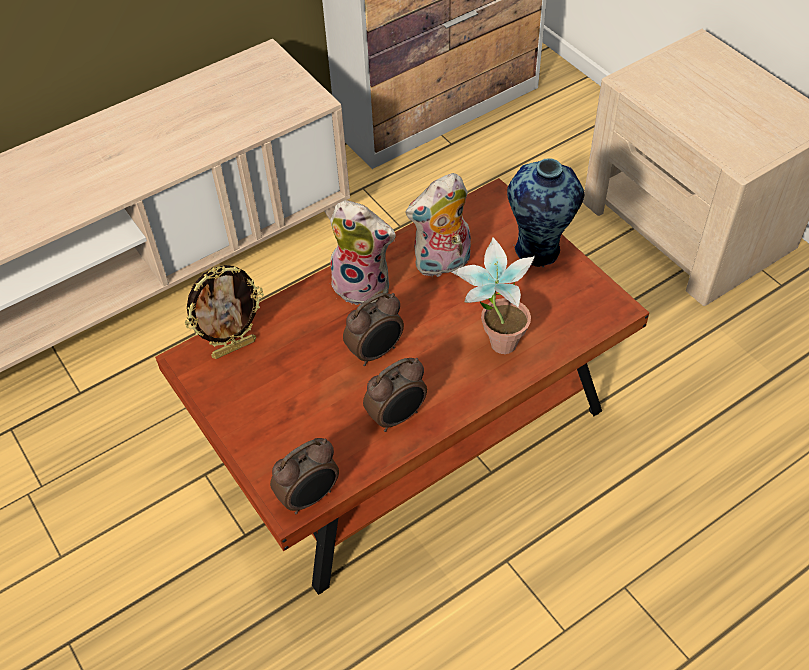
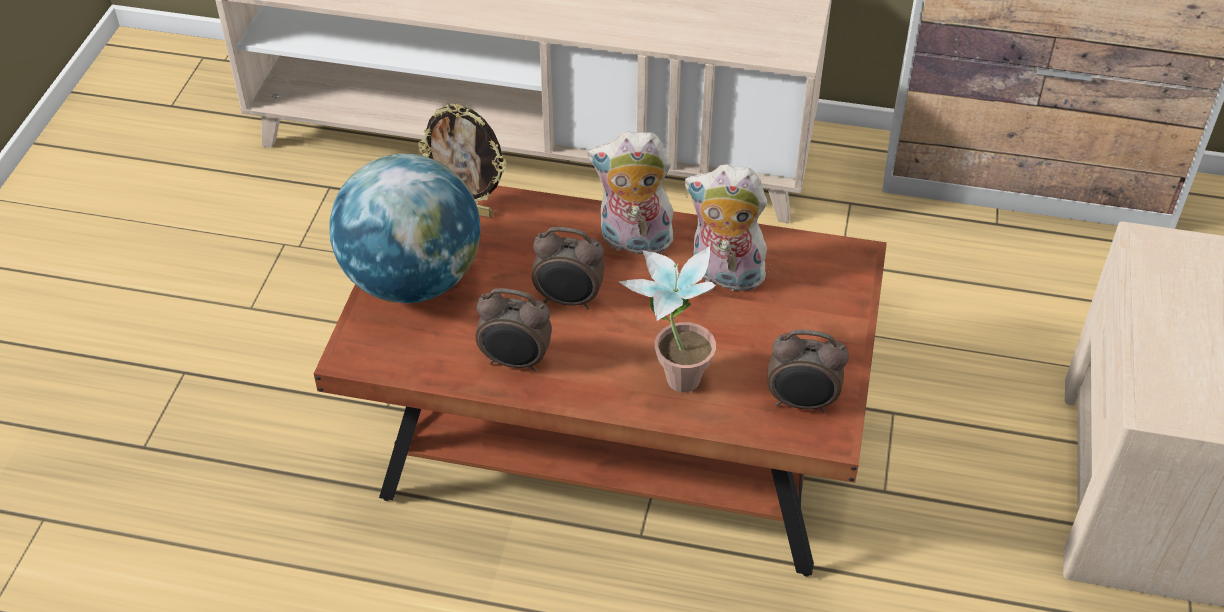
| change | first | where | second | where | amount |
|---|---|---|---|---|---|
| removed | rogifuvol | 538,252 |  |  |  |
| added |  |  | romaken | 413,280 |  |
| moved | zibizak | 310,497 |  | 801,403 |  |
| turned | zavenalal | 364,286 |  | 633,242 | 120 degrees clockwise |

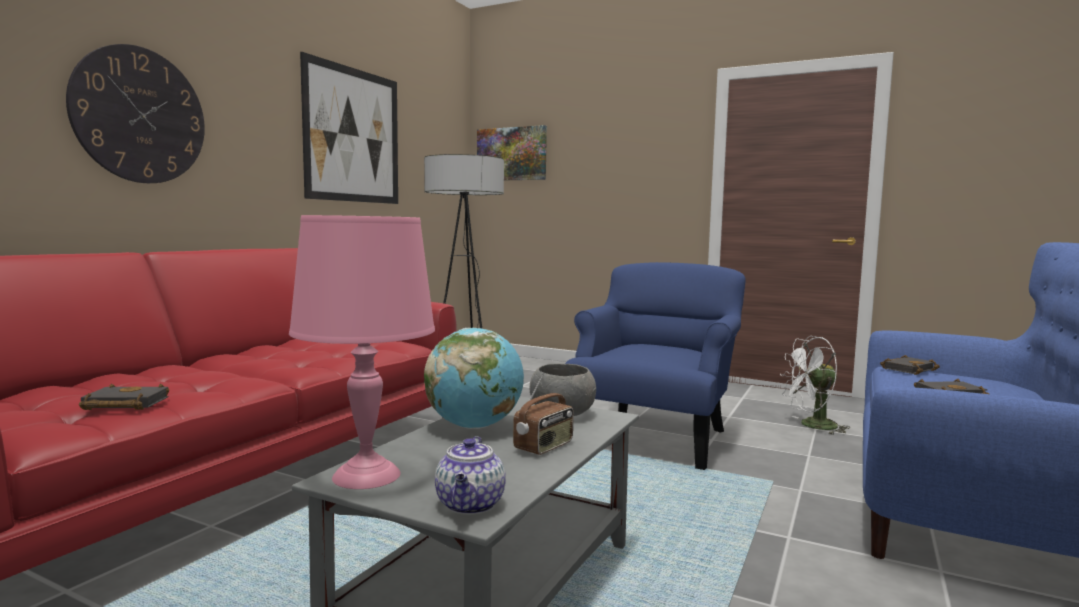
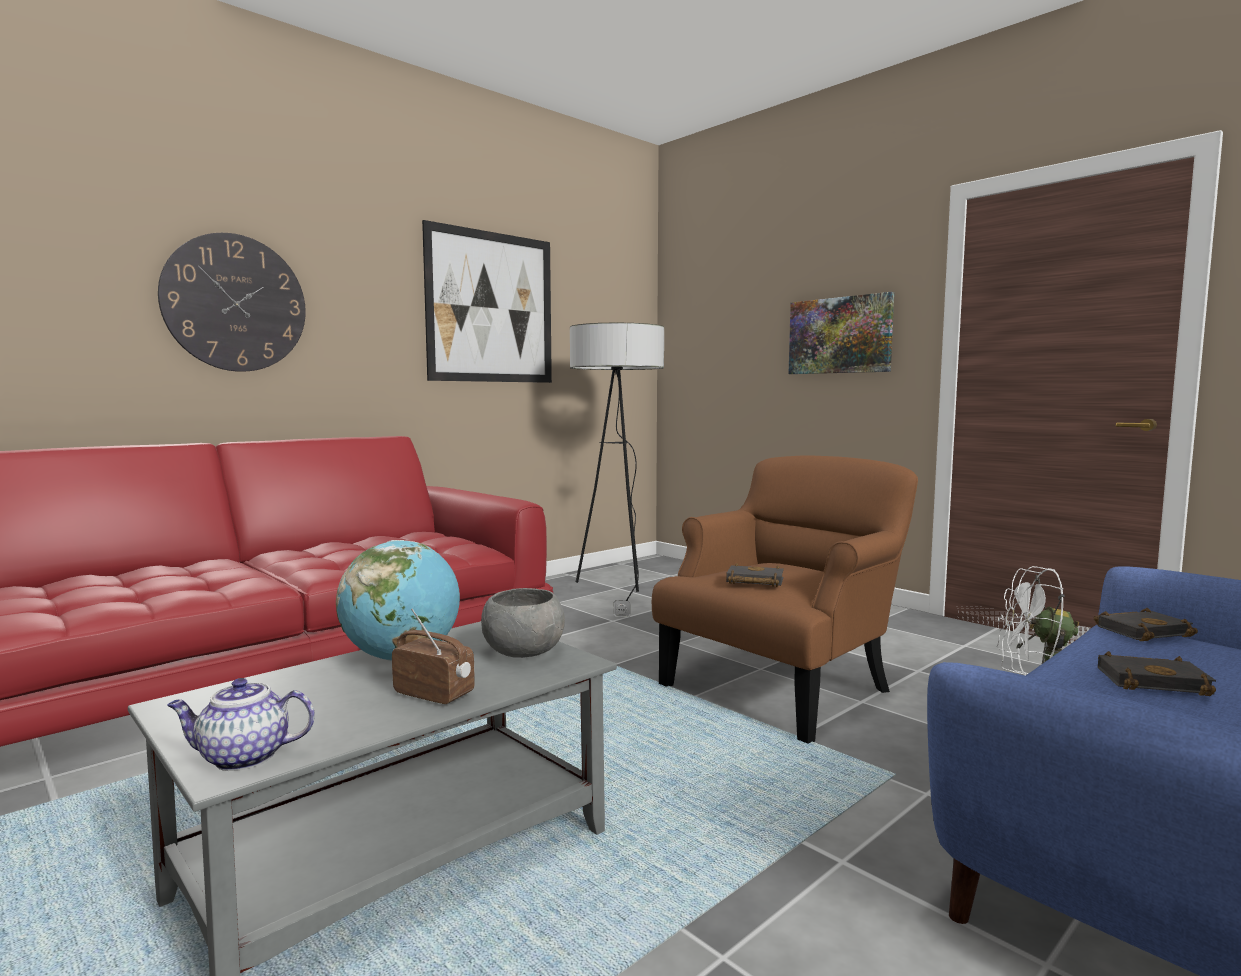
| change | first | where | second | where | amount |
|---|---|---|---|---|---|
| removed | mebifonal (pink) | 365,476 |  |  |  |
| moved | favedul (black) | 122,404 |  | 753,581 |  |
| moved | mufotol | 511,154 |  | 840,335 |  |
| recoloured | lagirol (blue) | 653,436 | lagirol (brown) | 782,687 |  |
| turned | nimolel | 470,505 |  | 242,758 | 60 degrees clockwise |
| turned | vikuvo | 544,447 |  | 435,694 | 120 degrees counterclockwise |

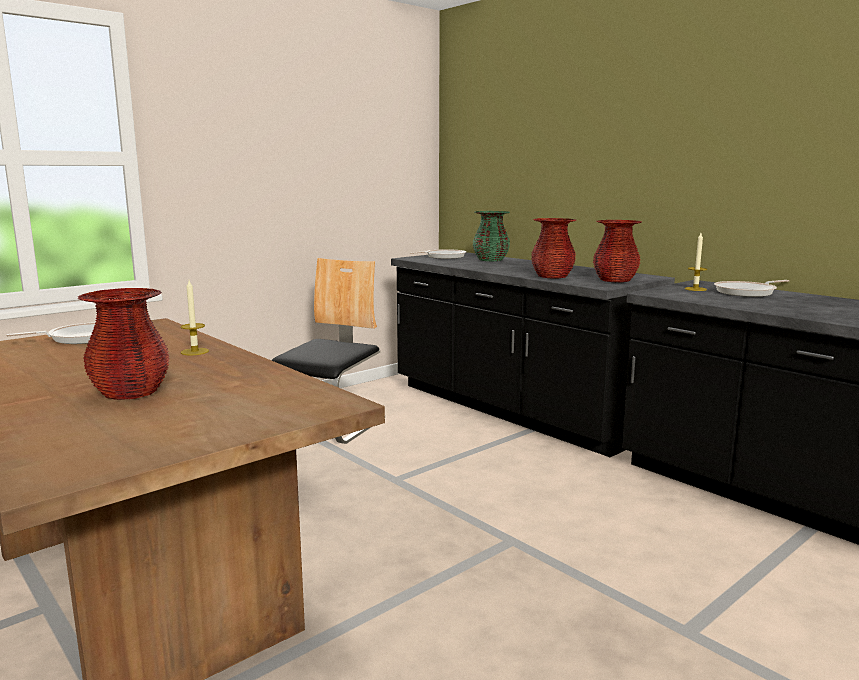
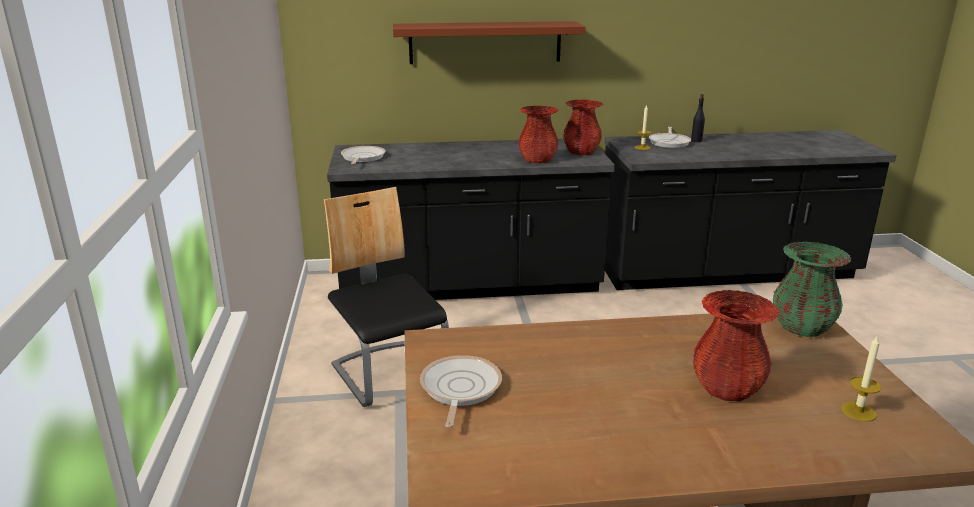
| change | first | where | second | where | amount |
|---|---|---|---|---|---|
| added |  |  | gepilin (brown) | 485,42 |  |
| added |  |  | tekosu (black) | 696,140 |  |
| moved | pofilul | 195,351 |  | 858,411 |  |
| moved | rogifuvol (green) | 491,260 |  | 801,327 |  |

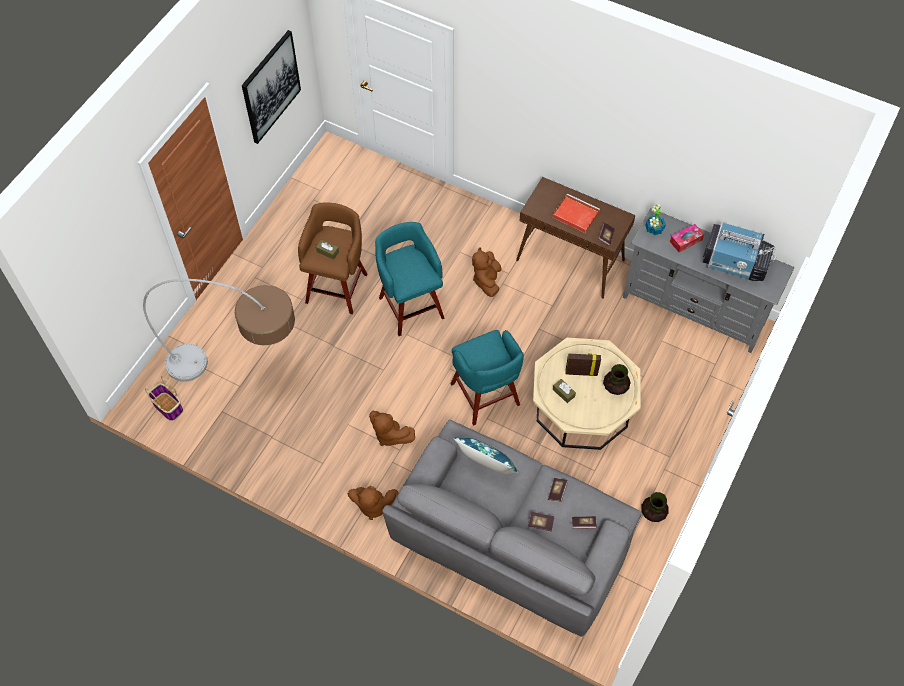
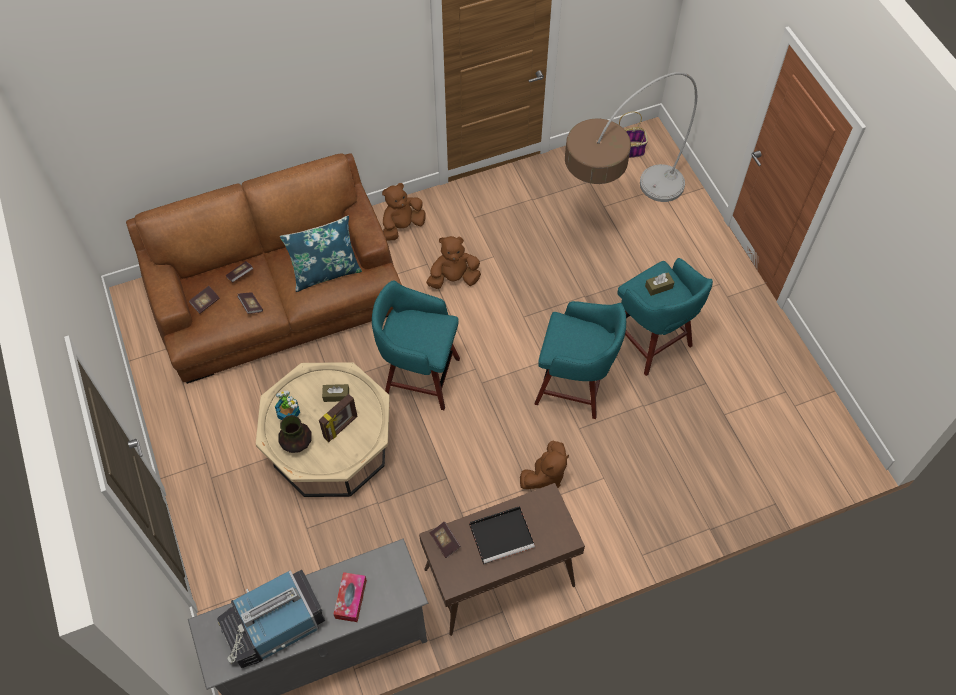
| change | first | where | second | where | amount |
|---|---|---|---|---|---|
| removed | mufotol | 270,87 |  |  |  |
| removed | rogifuvol | 653,513 |  |  |  |
| moved | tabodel | 654,229 |  | 288,412 |  |
| recoloured | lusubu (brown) | 337,286 | lusubu (turquoise) | 651,341 |  |
| recoloured | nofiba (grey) | 510,539 | nofiba (brown) | 277,296 |  |
| recoloured | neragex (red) | 574,214 | neragex (black) | 502,535 |  |
| turned | zavenalal (brown) | 487,281 |  | 545,475 | 90 degrees clockwise |

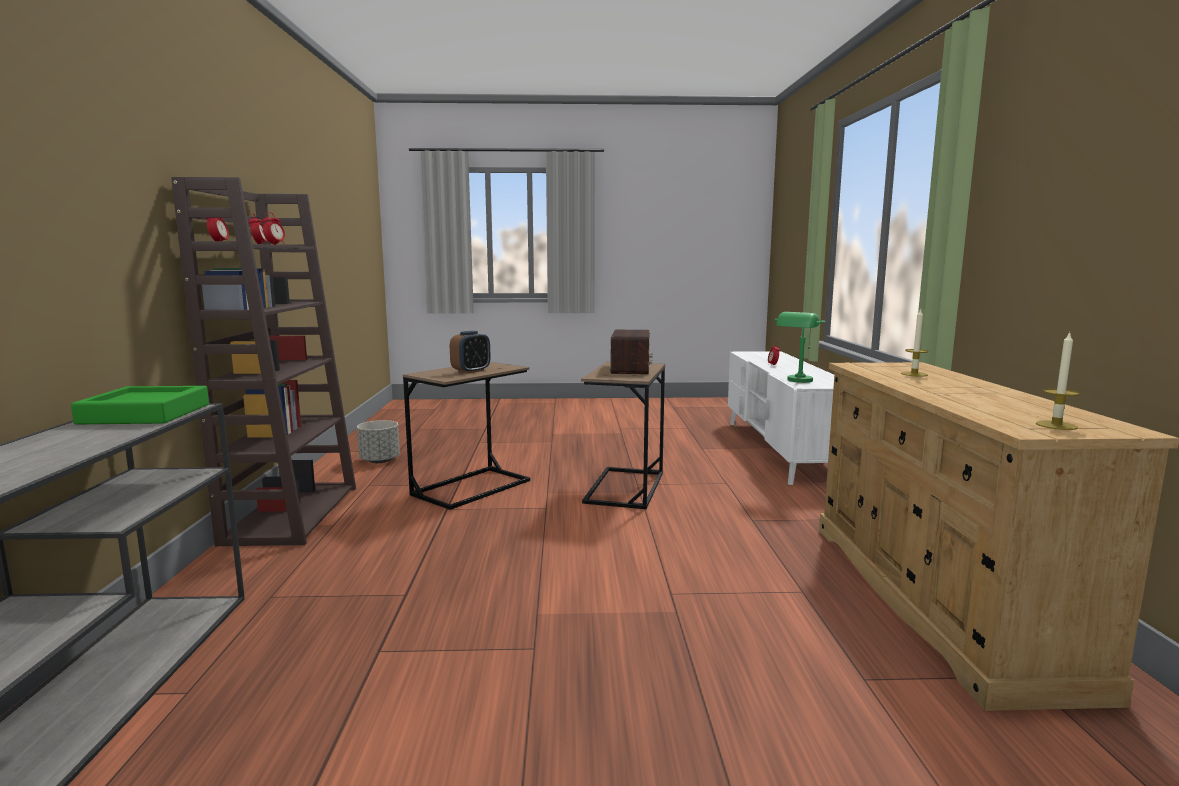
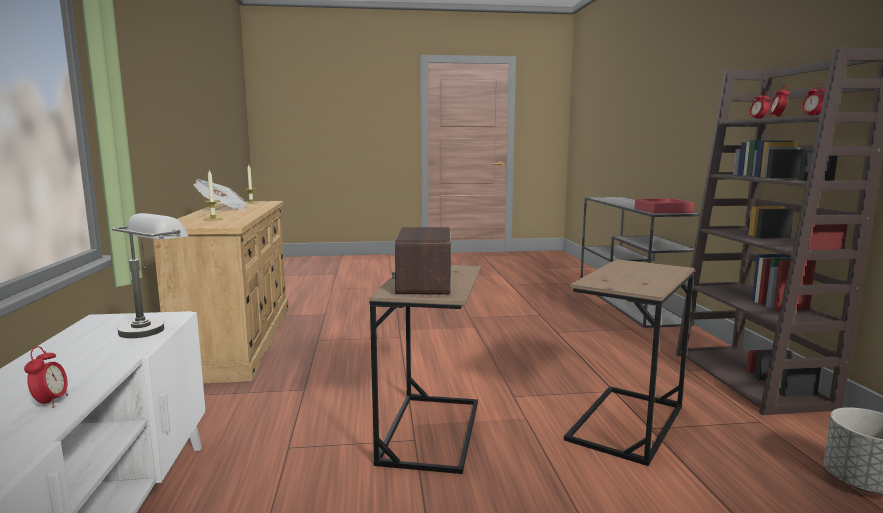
| change | first | where | second | where | amount |
|---|---|---|---|---|---|
| removed | zibizak | 471,371 |  |  |  |
| added |  |  | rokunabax | 223,208 |  |
| recoloured | neragex (green) | 145,414 | neragex (red) | 663,210 |  |
| recoloured | mebifonal (green) | 797,381 | mebifonal (grey) | 155,327 |  |

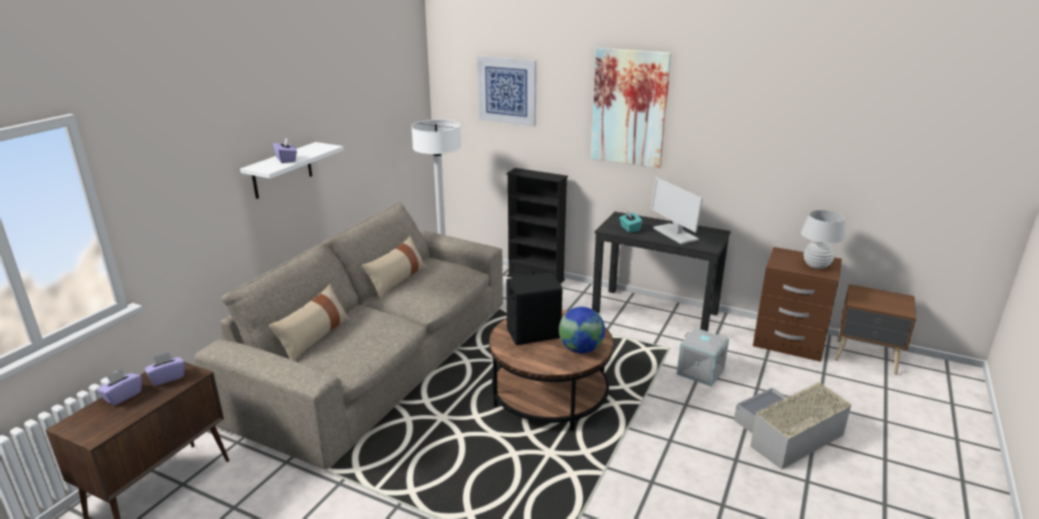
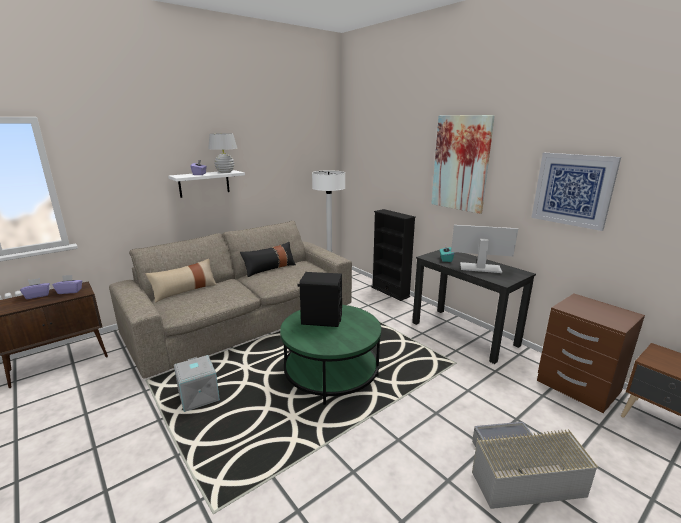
| change | first | where | second | where | amount |
|---|---|---|---|---|---|
| removed | romaken | 580,349 |  |  |  |
| moved | mufotol | 507,90 |  | 572,190 |  |
| moved | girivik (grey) | 700,372 |  | 198,396 |  |
| moved | mebifonal (white) | 816,265 |  | 225,172 |  |
| recoloured | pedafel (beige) | 397,280 | pedafel (black) | 270,269 |  |
| recoloured | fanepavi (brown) | 549,395 | fanepavi (green) | 331,373 |  |
| turned | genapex | 674,234 |  | 480,268 | 105 degrees clockwise |

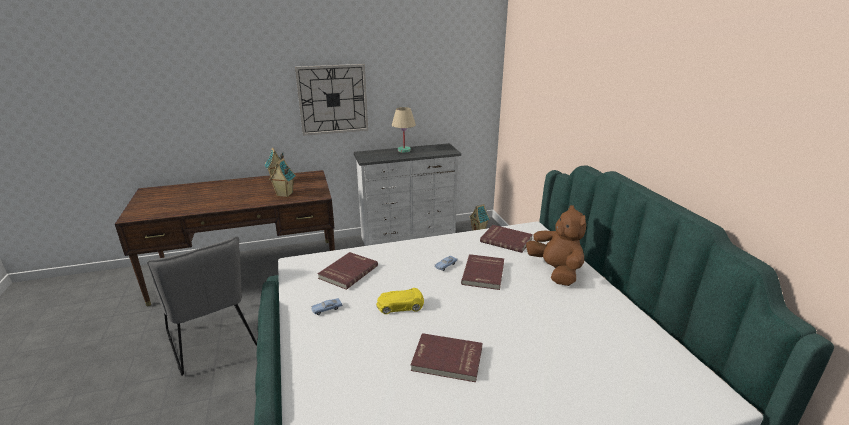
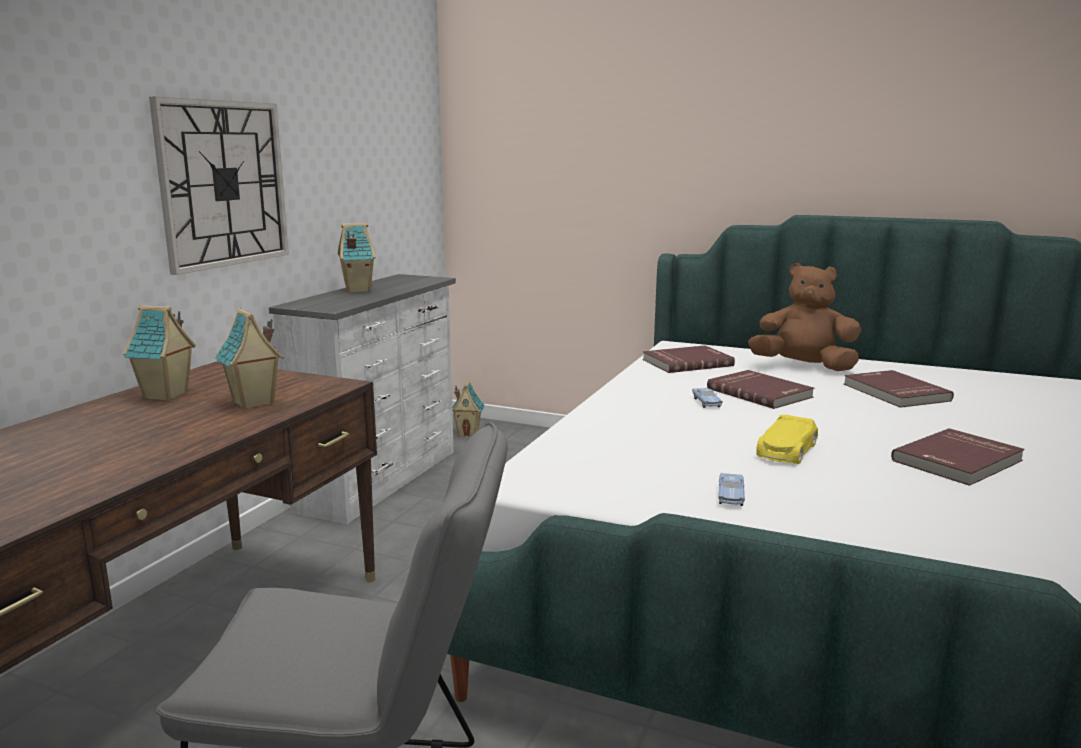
| change | first | where | second | where | amount |
|---|---|---|---|---|---|
| moved | favedul (red) | 347,272 |  | 894,392 |  |
| replaced | mebifonal (beige) | 404,150 | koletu | 357,290 |  |

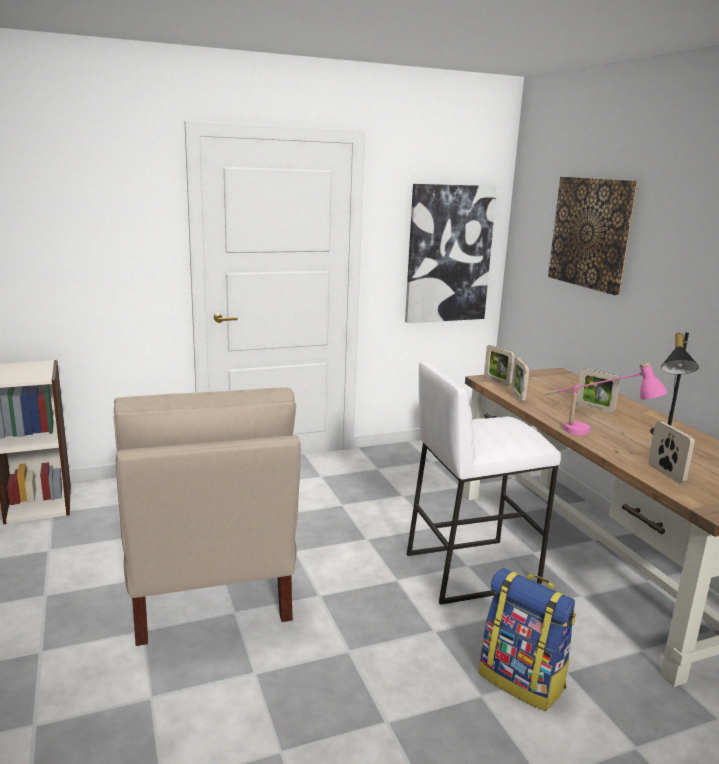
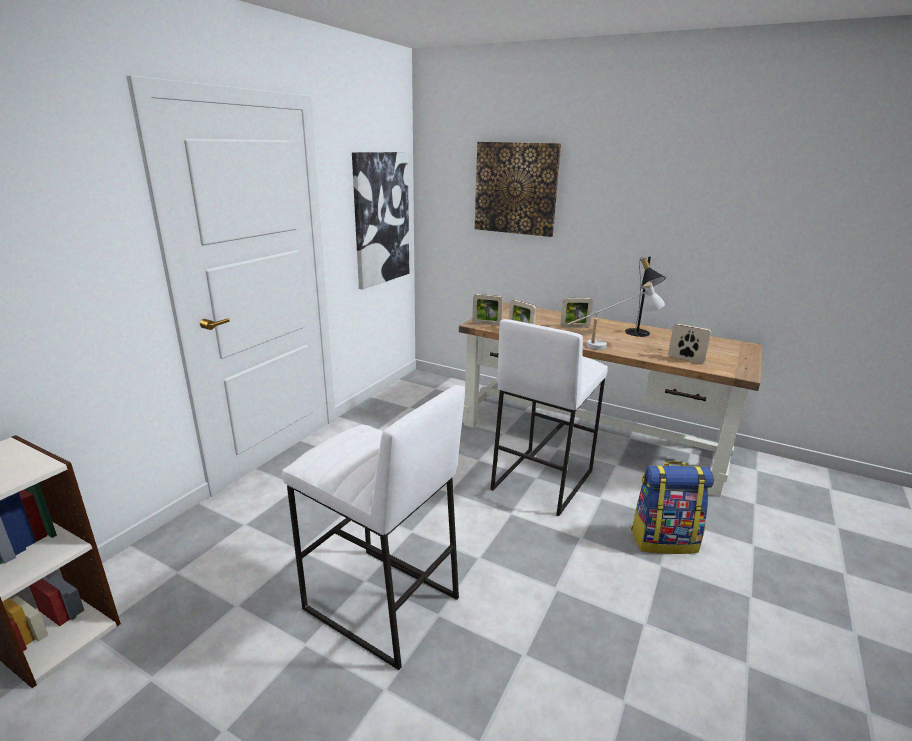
| change | first | where | second | where | amount |
|---|---|---|---|---|---|
| replaced | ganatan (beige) | 208,583 | lusubu (white) | 380,604 |  |
| recoloured | mebifonal (pink) | 595,435 | mebifonal (white) | 610,346 |  |

